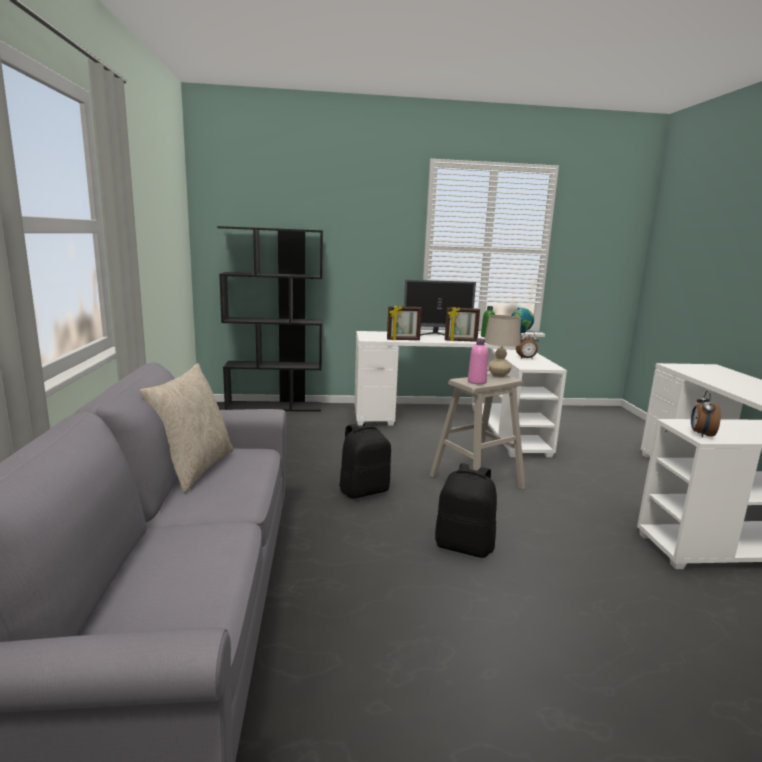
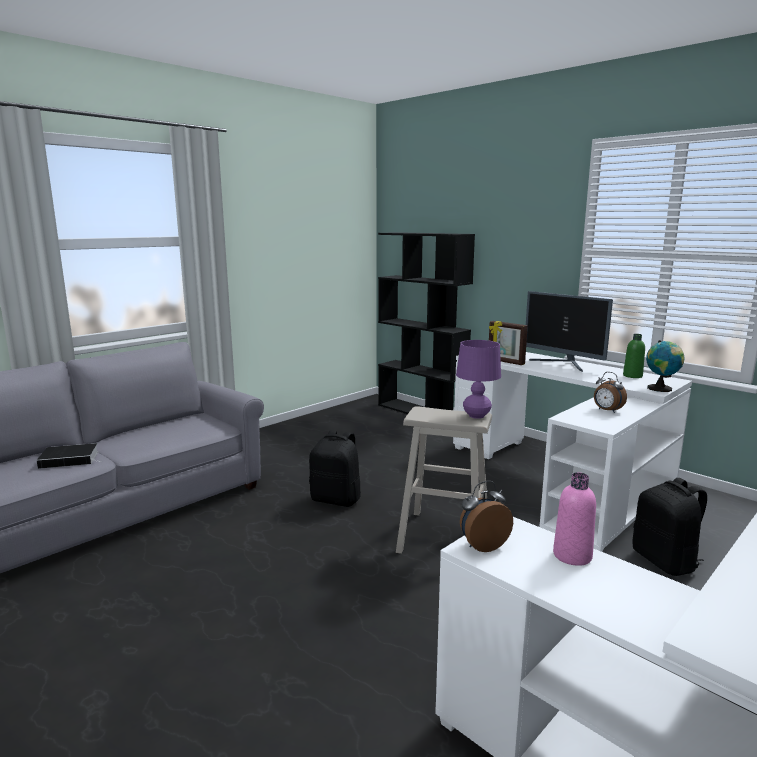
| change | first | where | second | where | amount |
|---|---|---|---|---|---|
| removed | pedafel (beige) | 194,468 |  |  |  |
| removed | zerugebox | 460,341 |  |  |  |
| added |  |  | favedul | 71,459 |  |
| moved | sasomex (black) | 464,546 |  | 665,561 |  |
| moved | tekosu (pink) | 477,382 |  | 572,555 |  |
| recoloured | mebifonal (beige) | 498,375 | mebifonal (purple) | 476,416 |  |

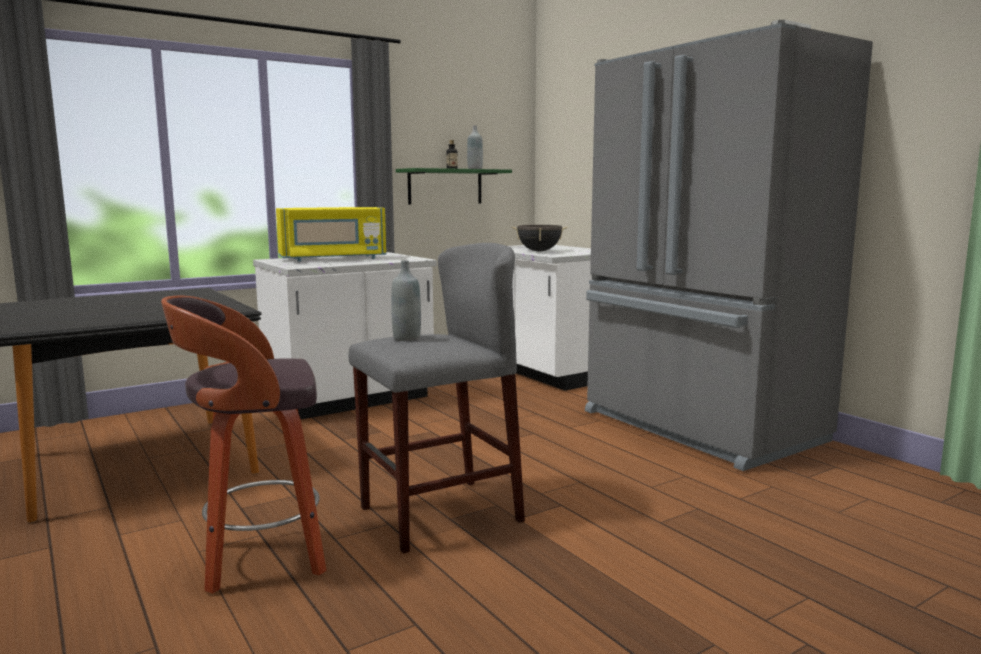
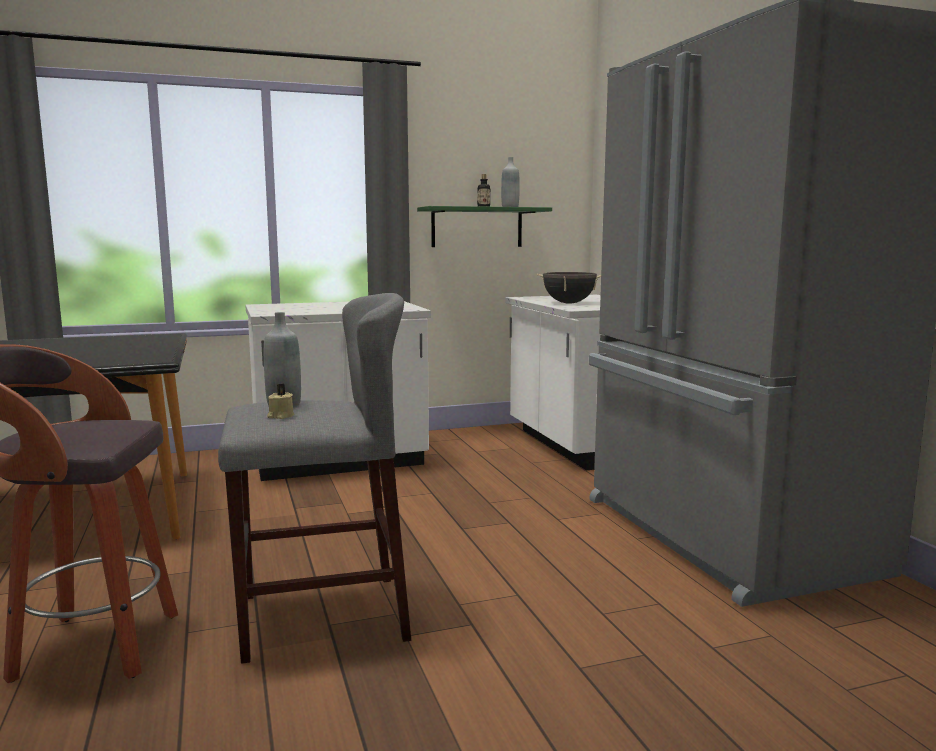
| change | first | where | second | where | amount |
|---|---|---|---|---|---|
| removed | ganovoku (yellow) | 333,259 |  |  |  |
| added |  |  | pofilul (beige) | 280,416 |  |

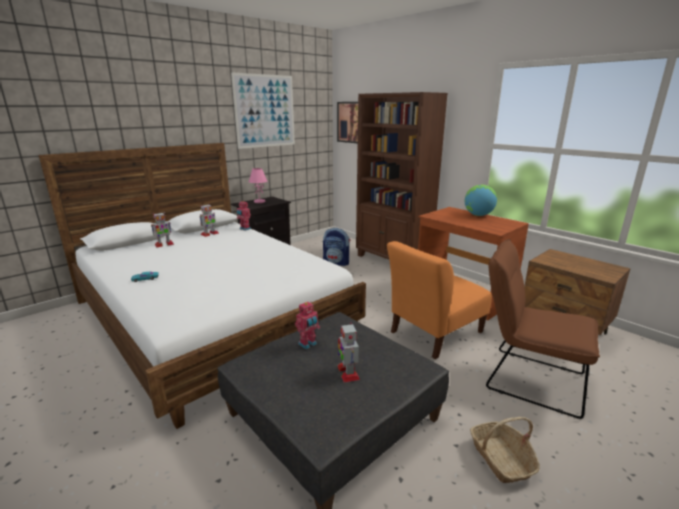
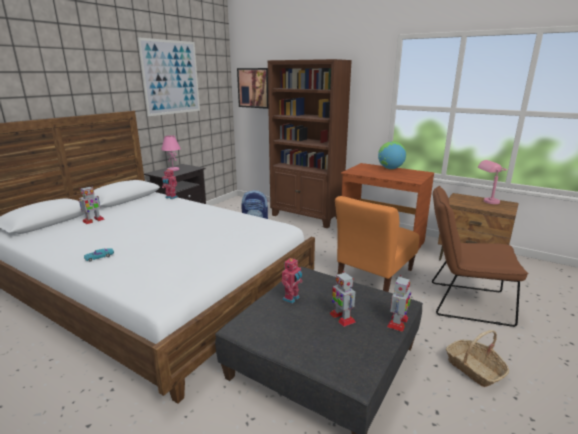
| change | first | where | second | where | amount |
|---|---|---|---|---|---|
| added |  |  | mebifonal (pink) | 487,202 |  |
| moved | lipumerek | 209,234 |  | 397,322 |  |

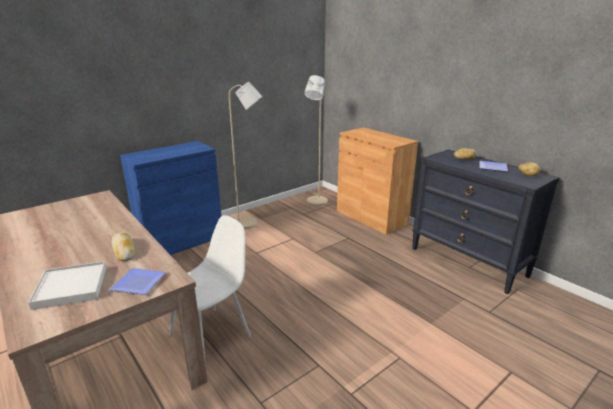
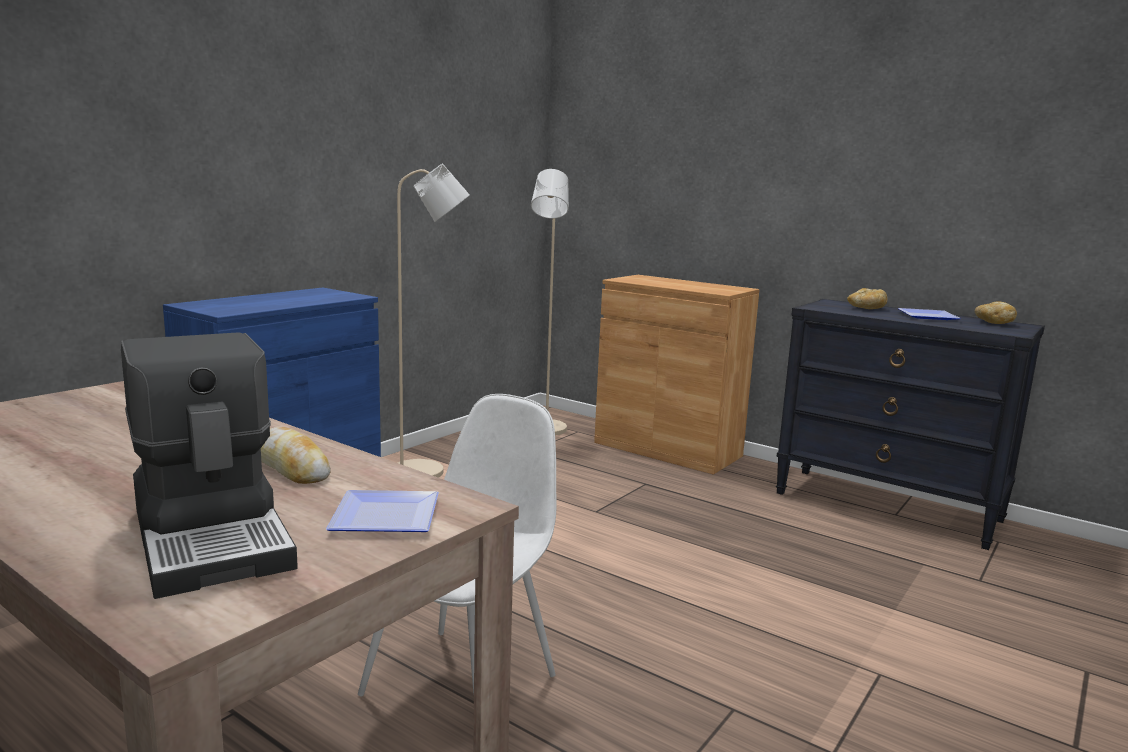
| change | first | where | second | where | amount |
|---|---|---|---|---|---|
| replaced | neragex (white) | 71,287 | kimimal | 214,536 |  |

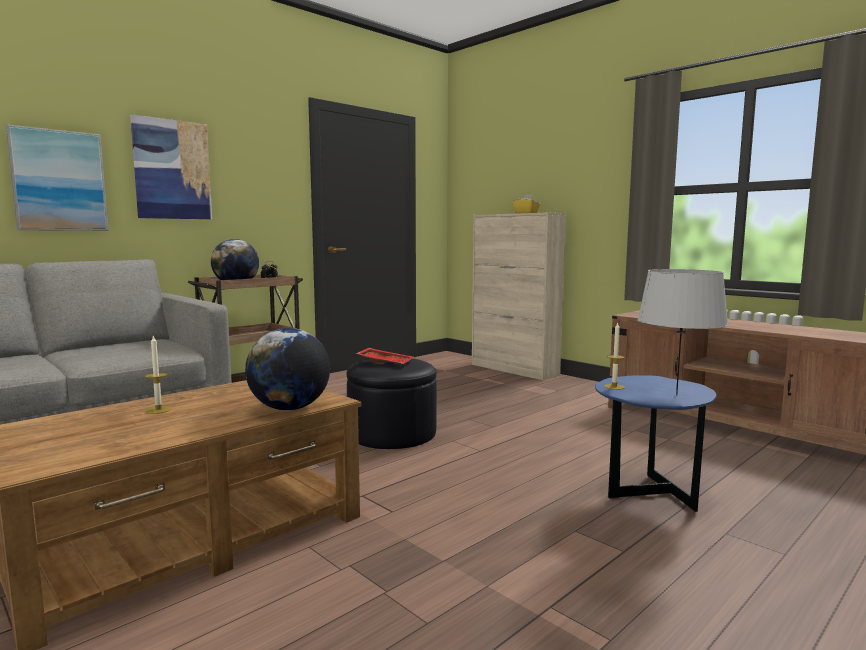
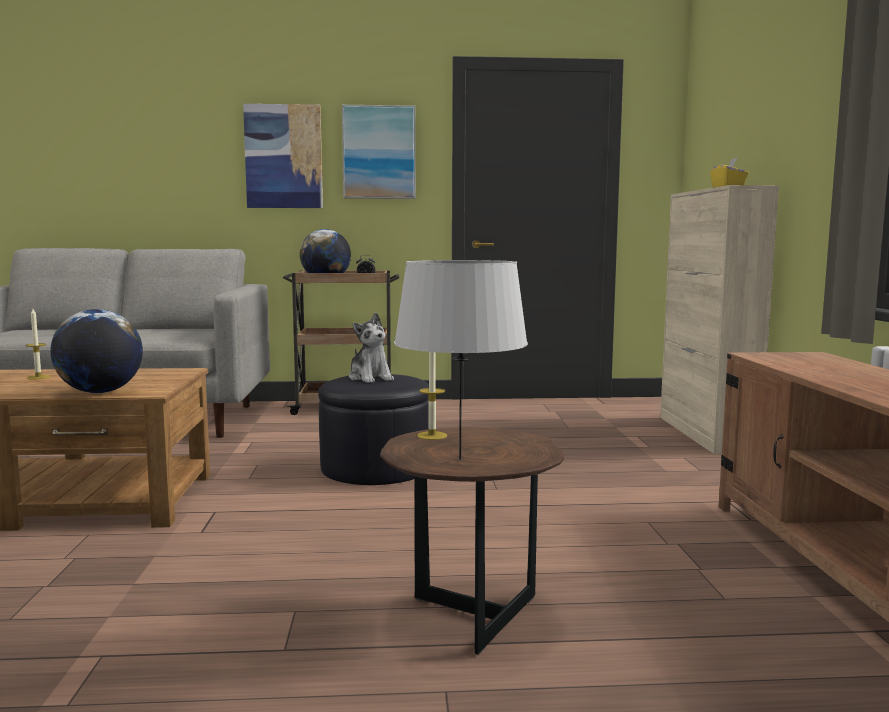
| change | first | where | second | where | amount |
|---|---|---|---|---|---|
| moved | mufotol | 59,181 |  | 379,152 |  |
| replaced | neragex (red) | 385,362 | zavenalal | 370,378 |  |
| recoloured | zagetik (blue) | 648,496 | zagetik (brown) | 469,615 |  |

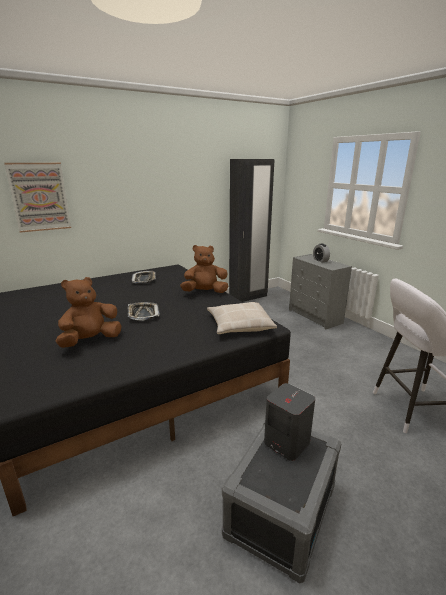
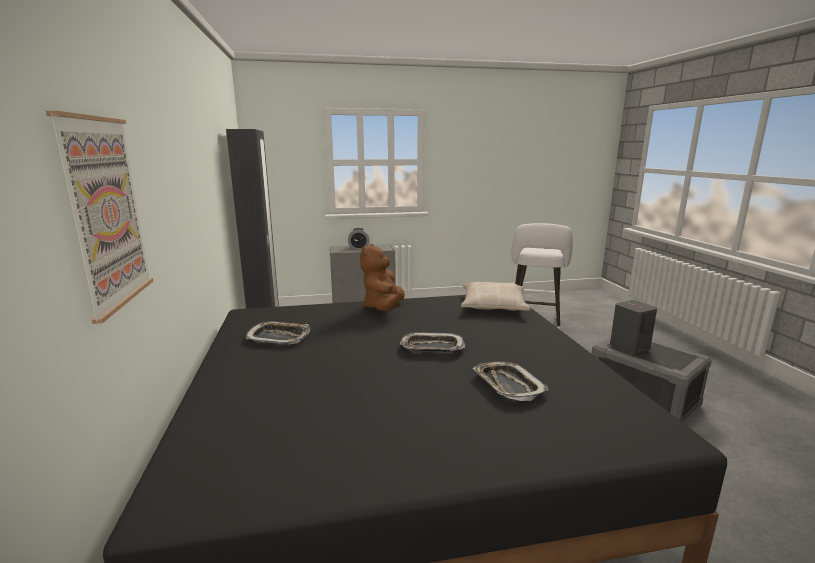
| change | first | where | second | where | amount |
|---|---|---|---|---|---|
| replaced | zavenalal (brown) | 91,340 | neragex | 508,385 |  |

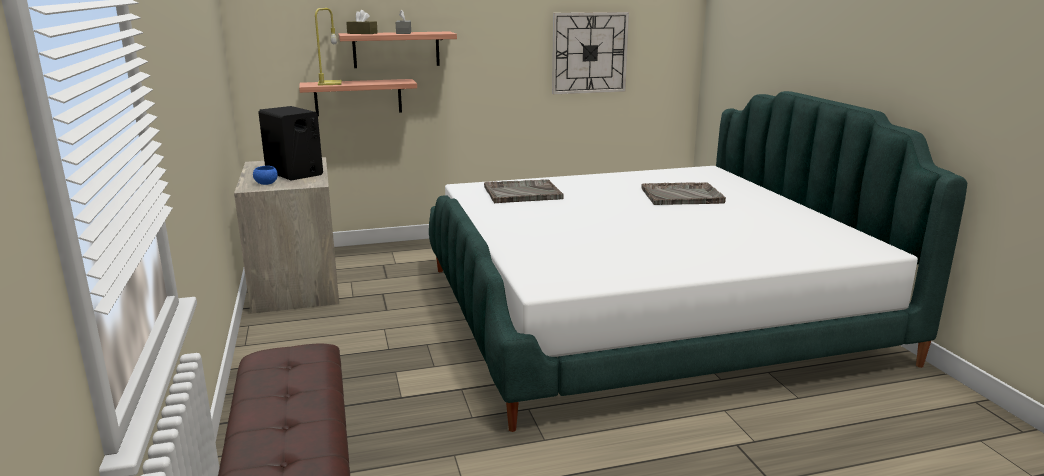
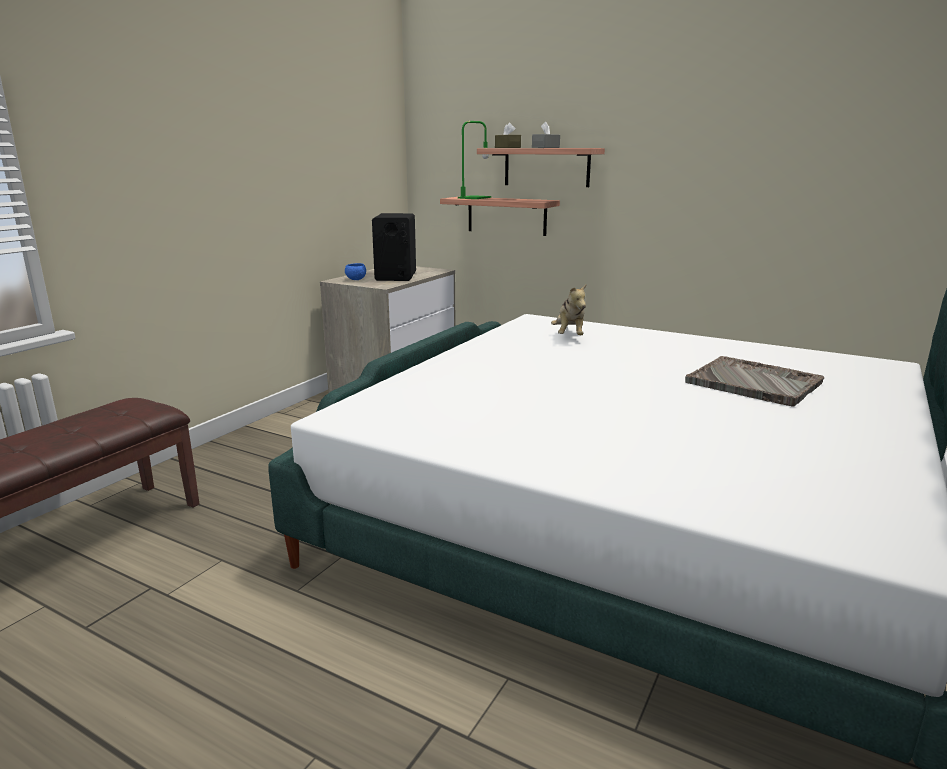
| change | first | where | second | where | amount |
|---|---|---|---|---|---|
| removed | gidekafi | 589,53 |  |  |  |
| replaced | neragex (grey) | 521,193 | zavenalal | 569,336 |  |
| recoloured | mebifonal (yellow) | 330,83 | mebifonal (green) | 474,198 |  |

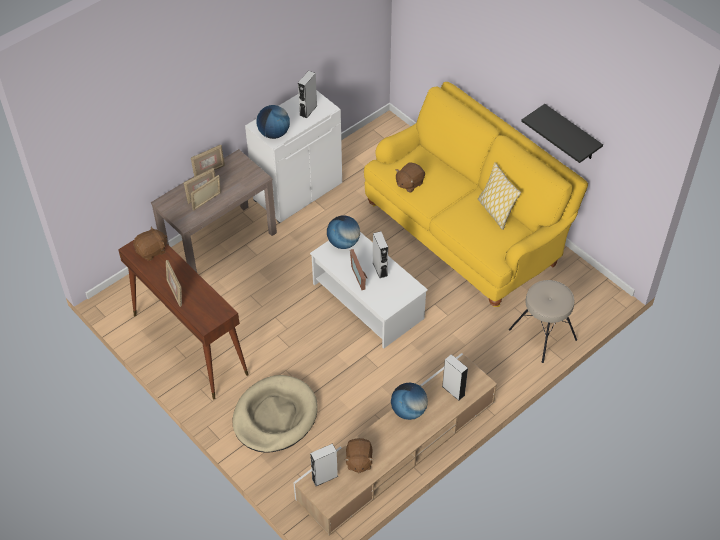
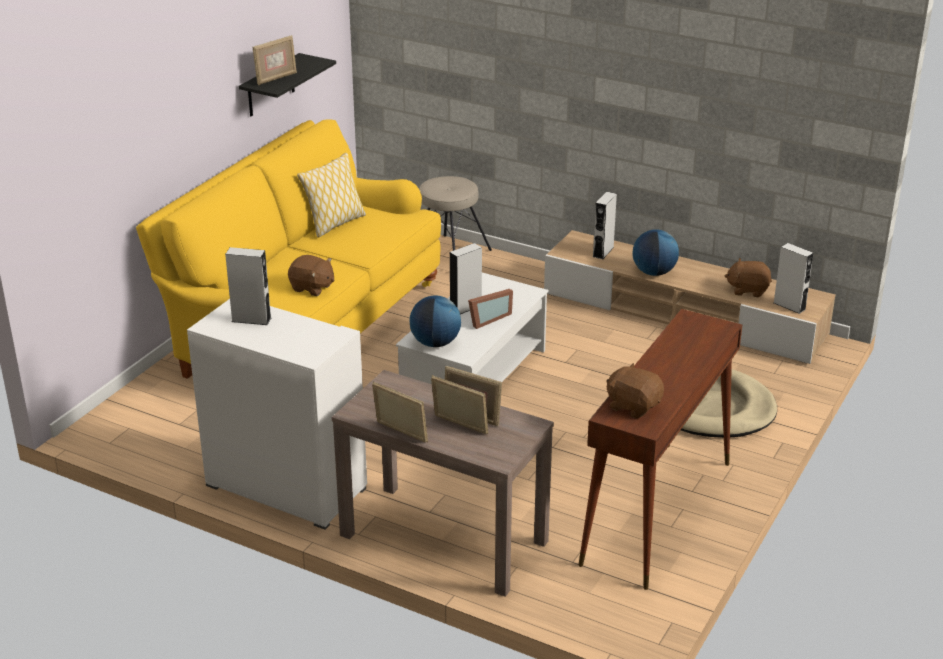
| change | first | where | second | where | amount |
|---|---|---|---|---|---|
| removed | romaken | 274,133 |  |  |  |
| moved | zerugebox | 175,292 |  | 276,78 |  |
| turned | zavenalal (brown) | 358,461 |  | 748,290 | 150 degrees counterclockwise |

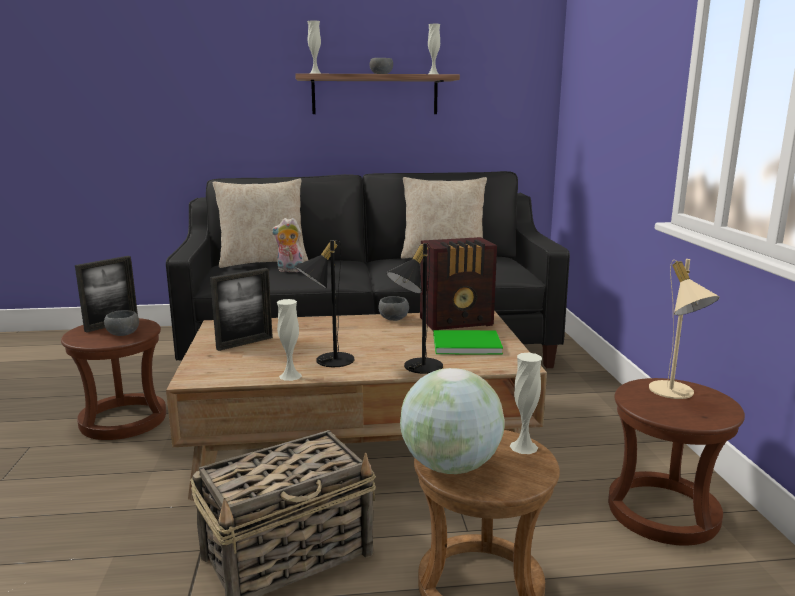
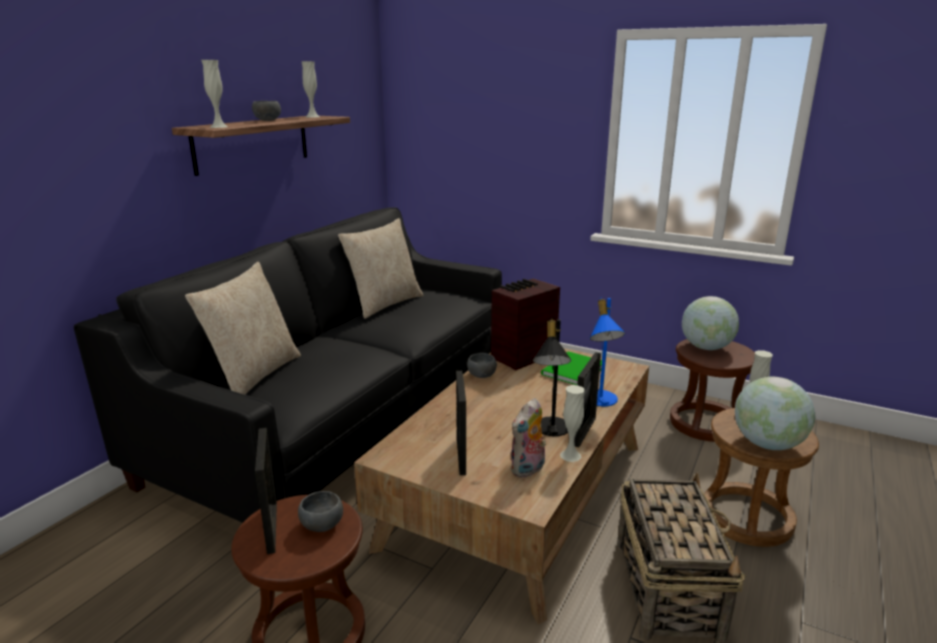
| change | first | where | second | where | amount |
|---|---|---|---|---|---|
| added |  |  | zerugebox | 584,431 |  |
| moved | zavenalal | 289,270 |  | 528,470 |  |
| replaced | mebifonal (beige) | 675,393 | romaken | 706,347 |  |
| recoloured | mebifonal (black) | 416,367 | mebifonal (blue) | 600,401 |  |
| turned | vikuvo | 458,322 |  | 521,357 | 150 degrees counterclockwise |

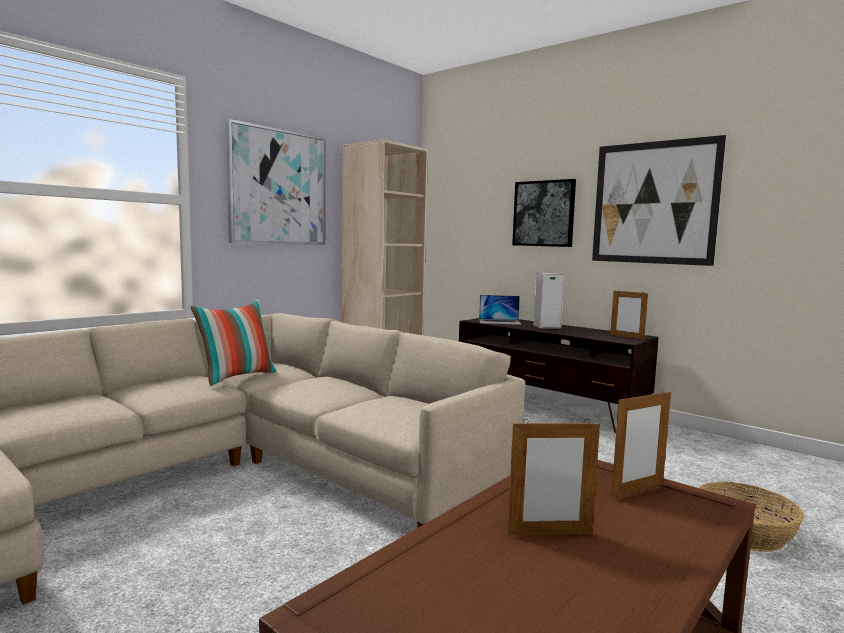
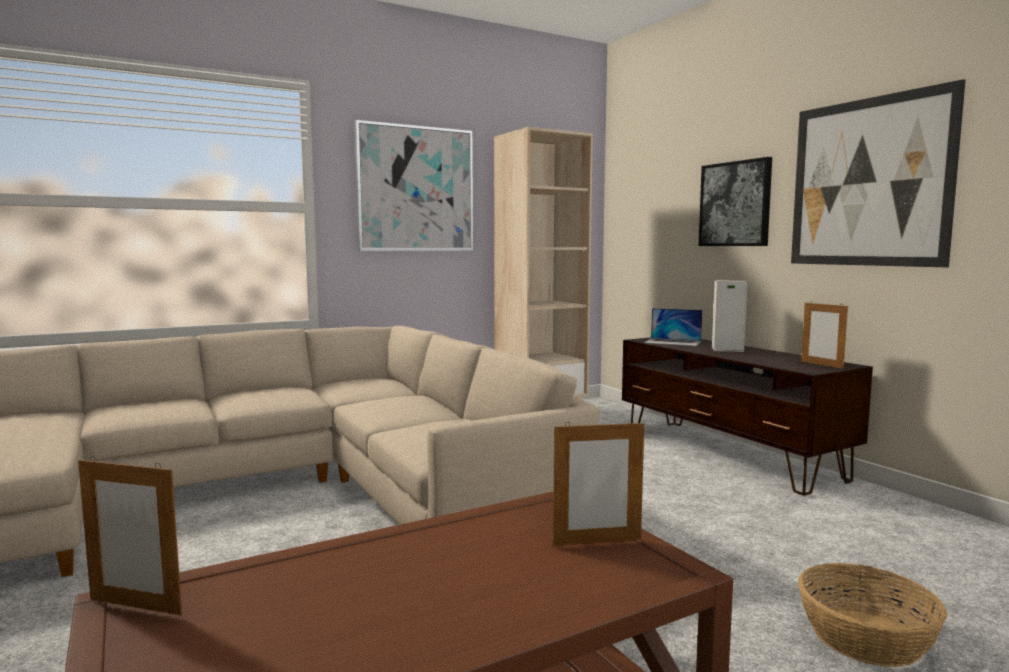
| change | first | where | second | where | amount |
|---|---|---|---|---|---|
| removed | pedafel | 237,377 |  |  |  |
| moved | zerugebox | 550,534 |  | 135,606 |  |

